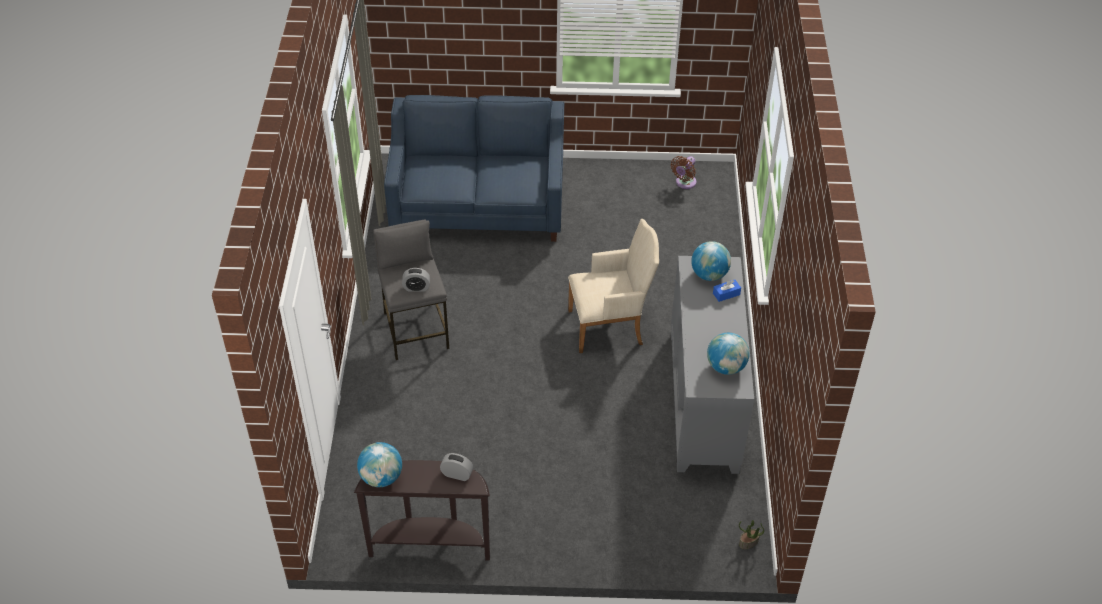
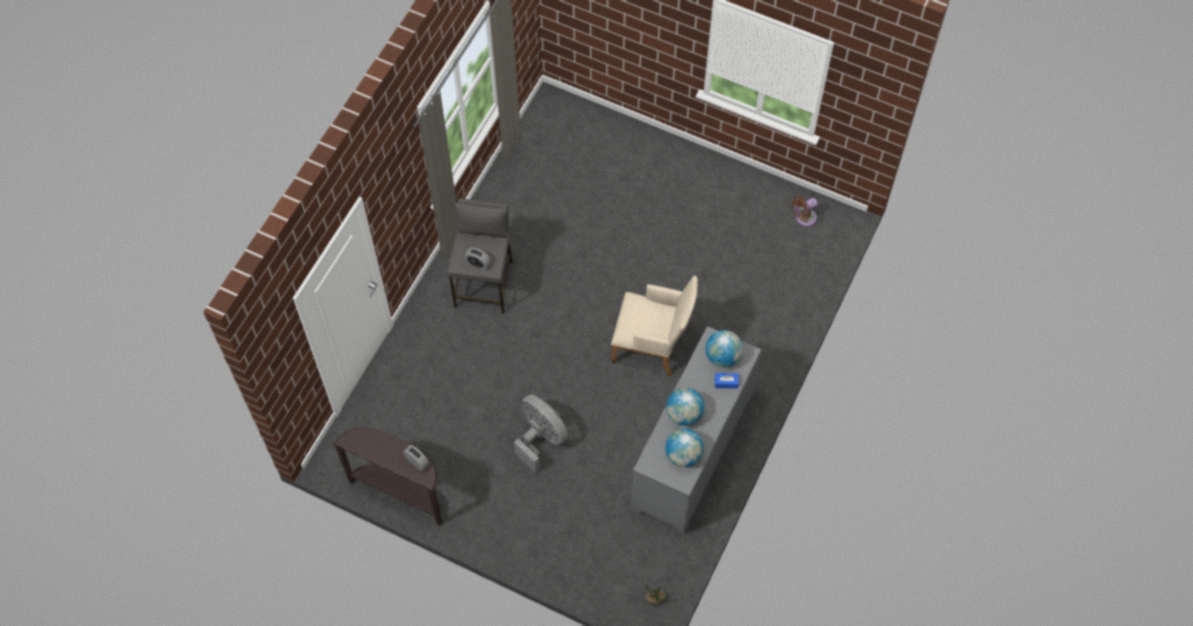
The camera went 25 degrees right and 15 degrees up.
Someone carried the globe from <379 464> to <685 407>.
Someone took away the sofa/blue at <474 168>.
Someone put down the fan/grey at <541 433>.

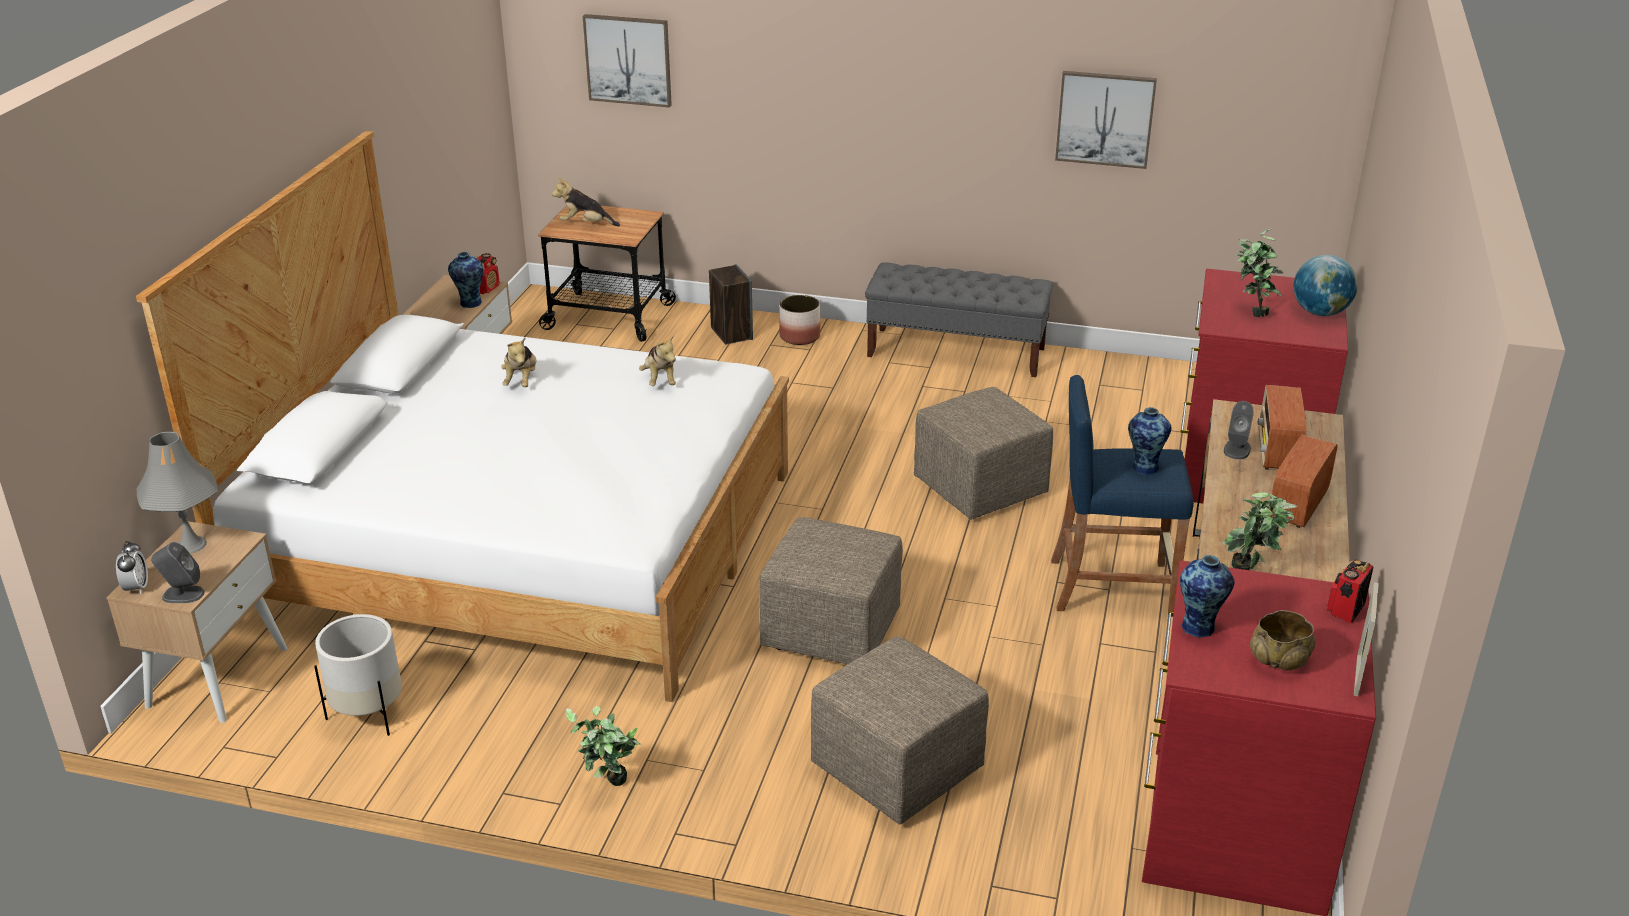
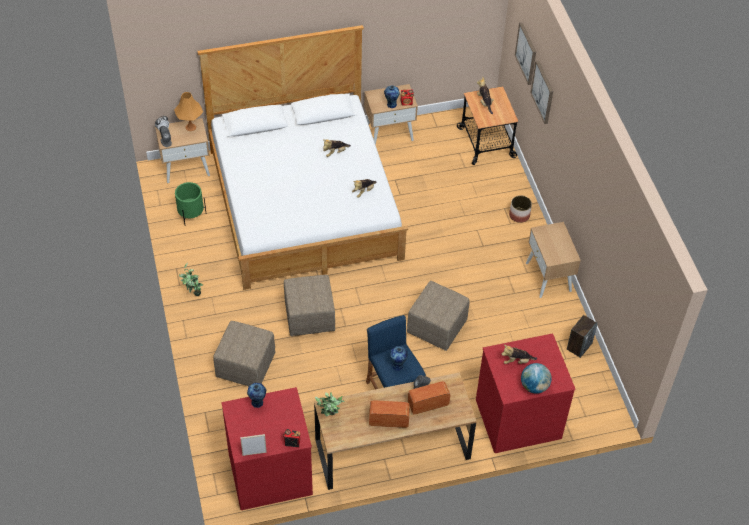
The camera went 60 degrees right and 20 degrees up.
Someone repainted the table lamp/grey at <177 492>, which became the table lamp/orange at <188 111>.
Someone repainted the planter/white at <358 675>, which became the planter/green at <190 204>.
Someone carried the speaker from <731 304> to <582 336>.
Someone swapped the bench/grey at <959 319> for the nightstand/beige at <553 260>.
Someone carried the picture from <1106 120> to <542 92>.
Someone swapped the potted plant at <1260 272> for the plush toy at <519 354>.
Someone took away the bowl/beige at <1282 640>.

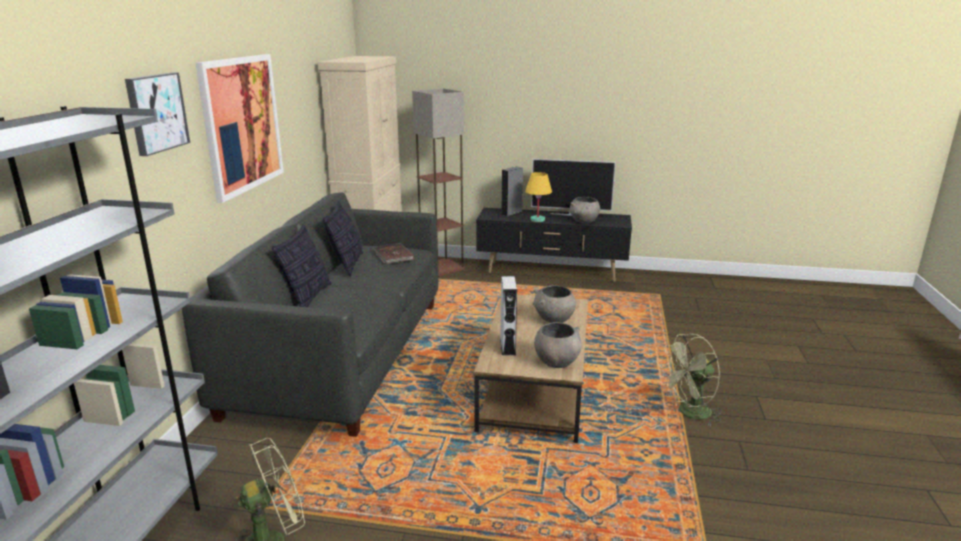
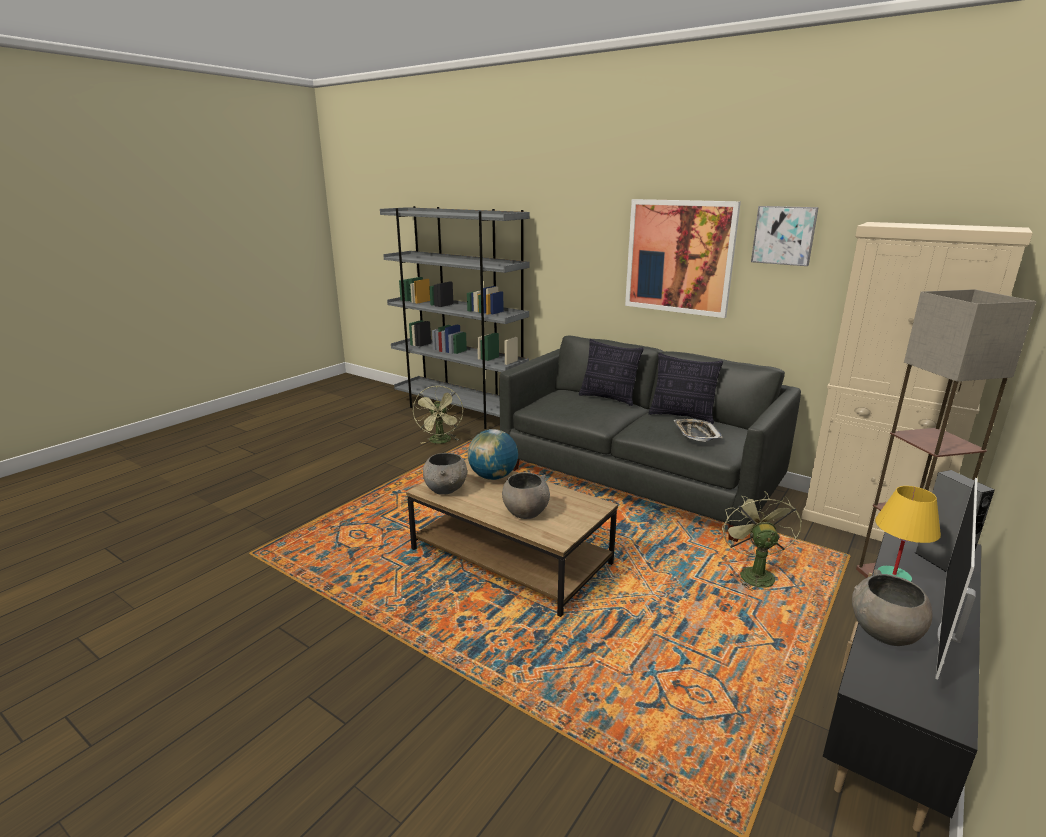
The camera went 115 degrees right and 0 degrees up.
Someone carried the picture from <157 114> to <785 236>.
Someone swapped the book/brown at <393 253> for the tray at <698 430>.
Someone swapped the speaker/grey at <508 316> for the globe at <493 454>.
Someone carried the fan/green from <691 380> to <762 541>.

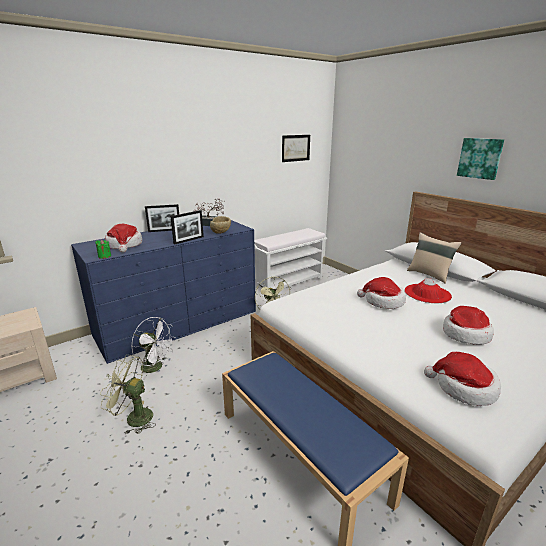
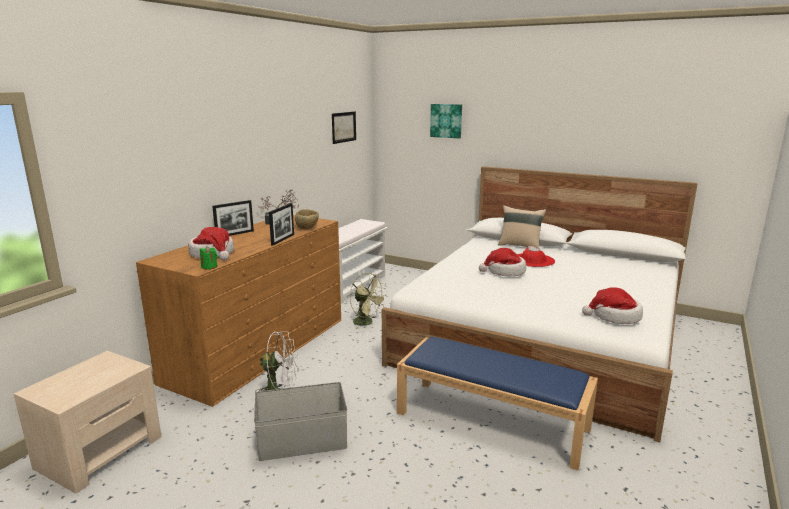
The camera went 25 degrees left and 5 degrees down.
Someone repainted the dresser/blue at <163 292>, which became the dresser/brown at <238 311>.
Someone swapped the fan/green at <128 394> for the storage box/grey at <300 421>.
Someone took away the hat at <468 325>.
Someone carried the picture from <480 159> to <446 121>.

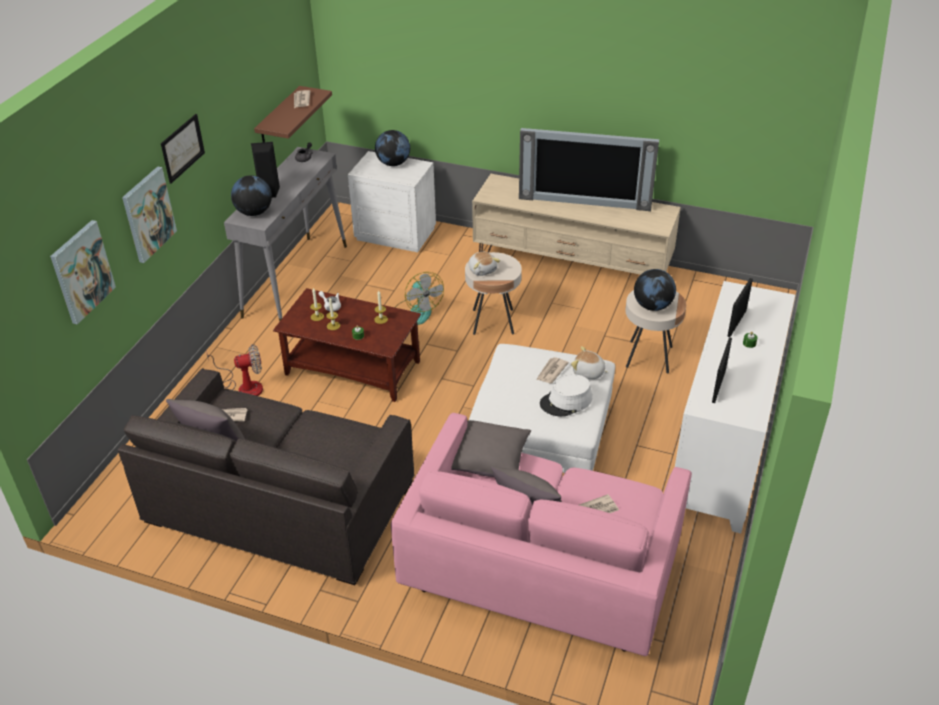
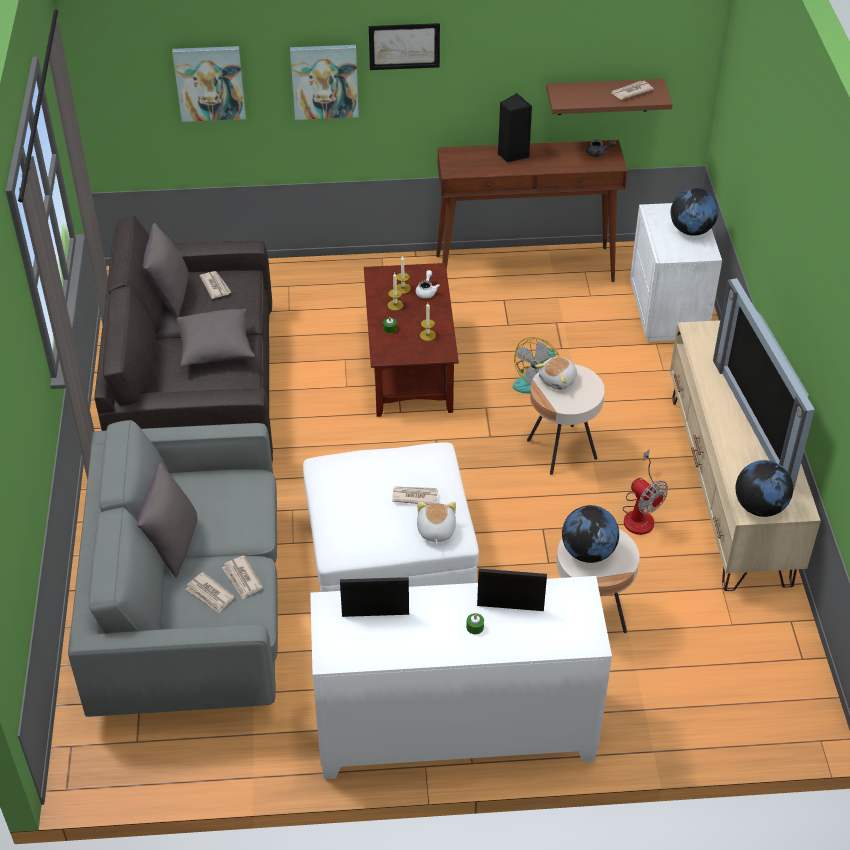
The camera went 65 degrees right and 5 degrees up.
Someone carried the fan from <234 370> to <645 492>.
Someone repainted the console table/grey at <285 234>, which became the console table/brown at <532 211>.
Someone carried the globe from <251 195> to <764 488>.
Someone repainted the sofa/pink at <541 534>, which became the sofa/grey at <173 568>.
Someone carried the pillow/grey from <491 448> to <216 338>.
Someone took away the hat/white at <566 395>.
Someone put down the newspaper at <242 577>.

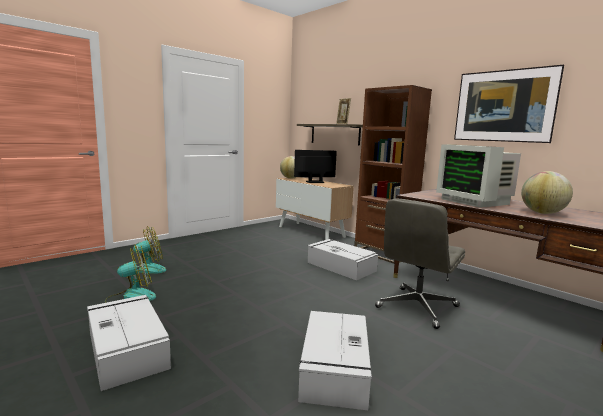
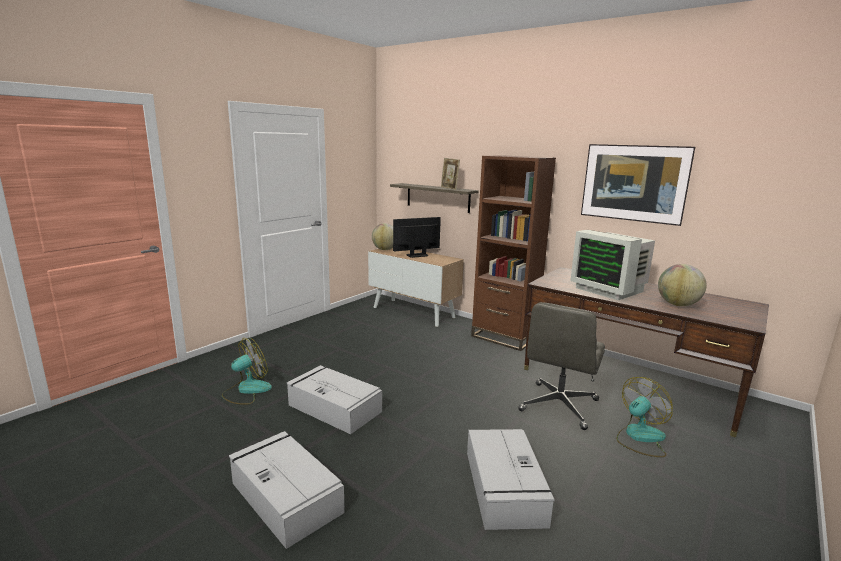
The camera went 10 degrees left and 5 degrees up.
Someone carried the fan from <130 274> to <645 417>.
Someone carried the storage box/grey from <343 260> to <334 399>.

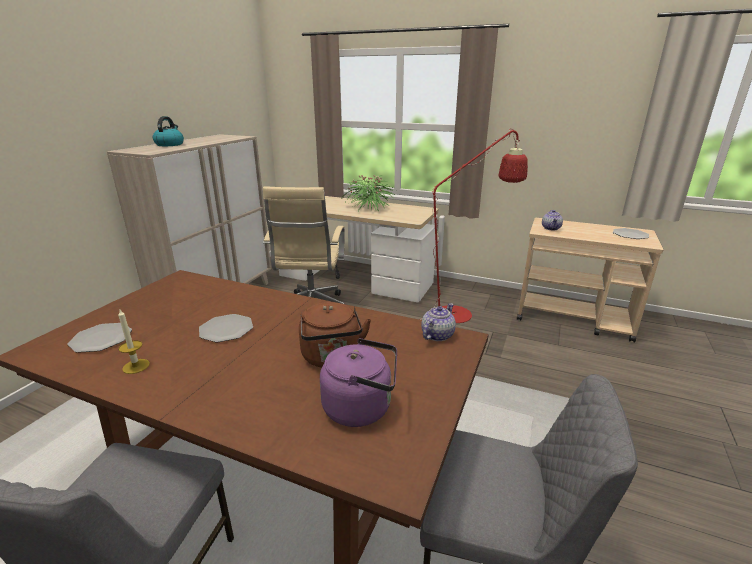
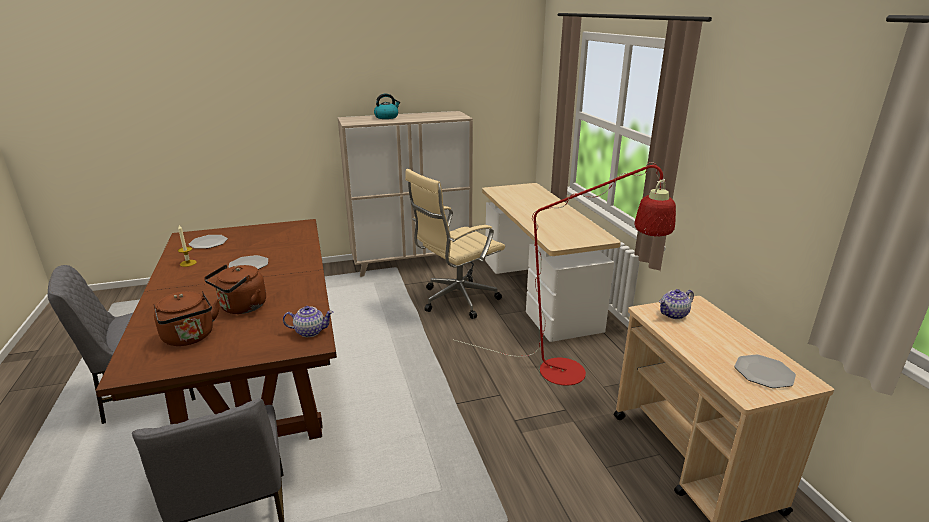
The camera went 50 degrees right and 0 degrees up.
Someone repainted the kettle/purple at <358 382>, which became the kettle/brown at <186 318>.
Someone took away the potted plant at <368 193>.

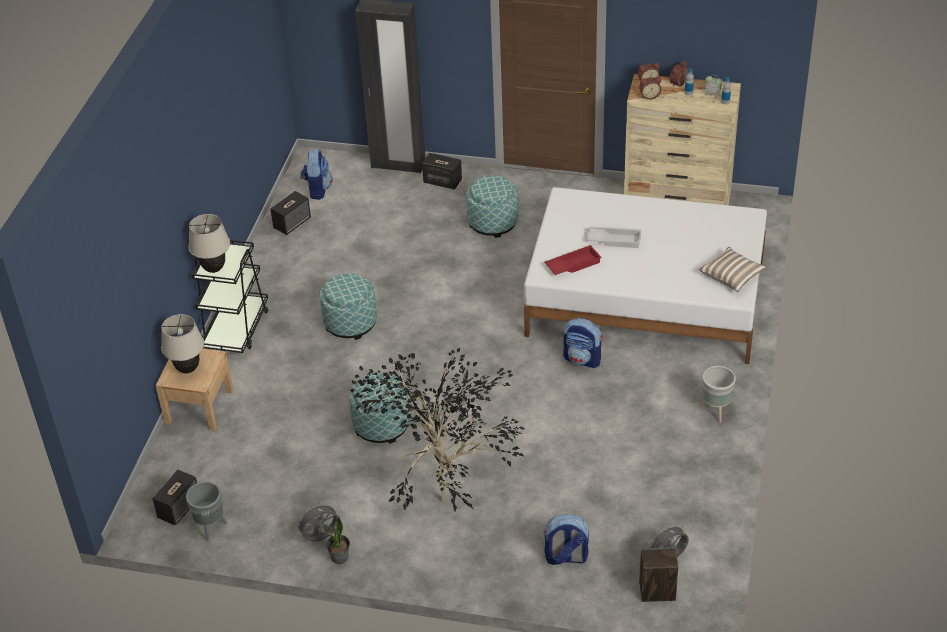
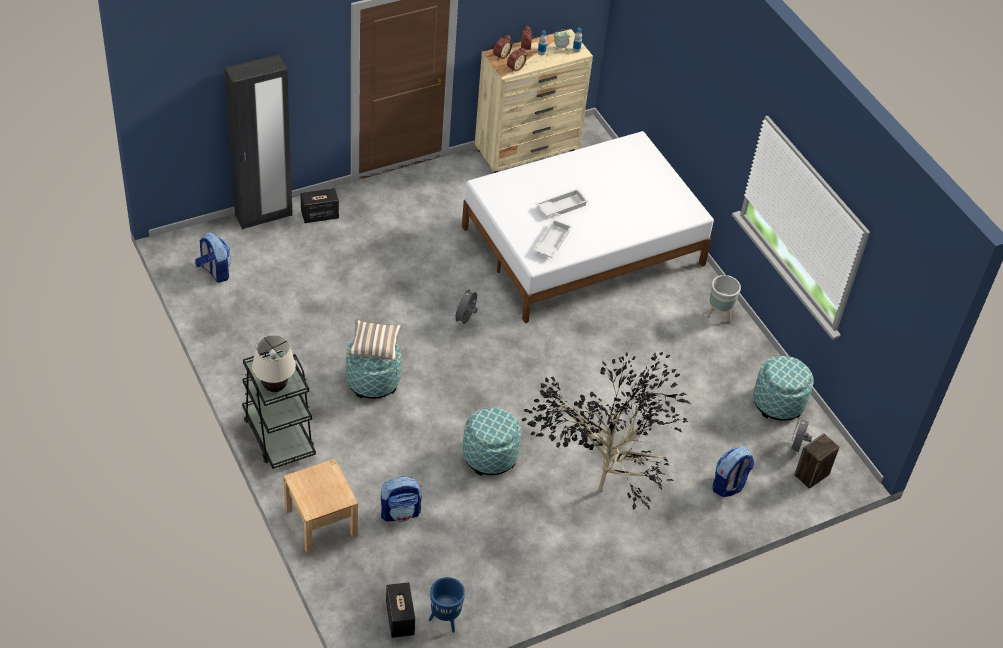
The camera went 45 degrees left and 5 degrees up.
Someone took away the table lamp/beige at <182 343>.
Someone repainted the planter/grey at <206 511>, which became the planter/blue at <447 605>.
Someone took away the speaker at <290 213>.
Someone carried the fan/grey from <317 522> to <465 305>.
Someone took away the potted plant at <337 540>.
Someone carried the ottoman from <492 206> to <783 388>.
Someone repainted the tray/red at <573 260>, which became the tray/white at <552 238>.
Someone carried the backpack from <582 343> to <401 499>.
Someone carried the pillow from <733 269> to <374 340>.

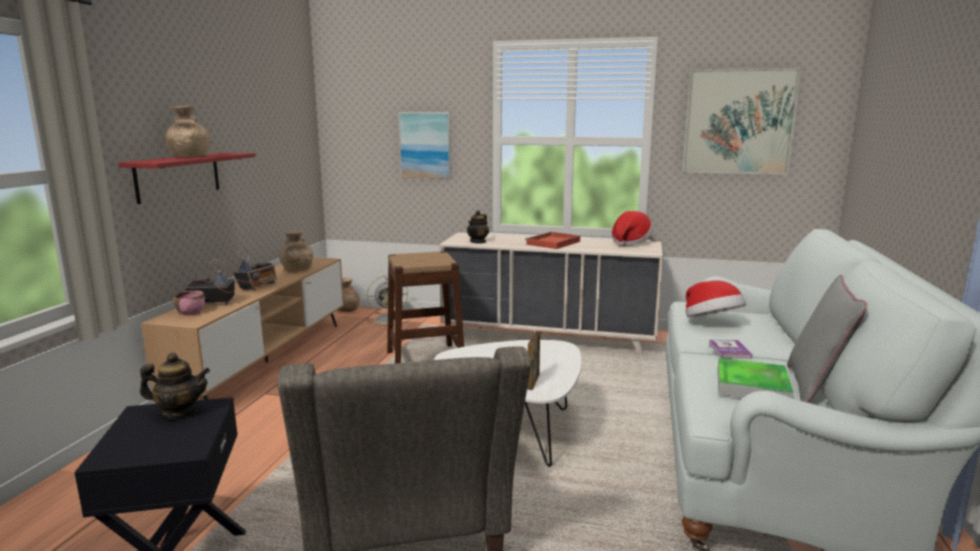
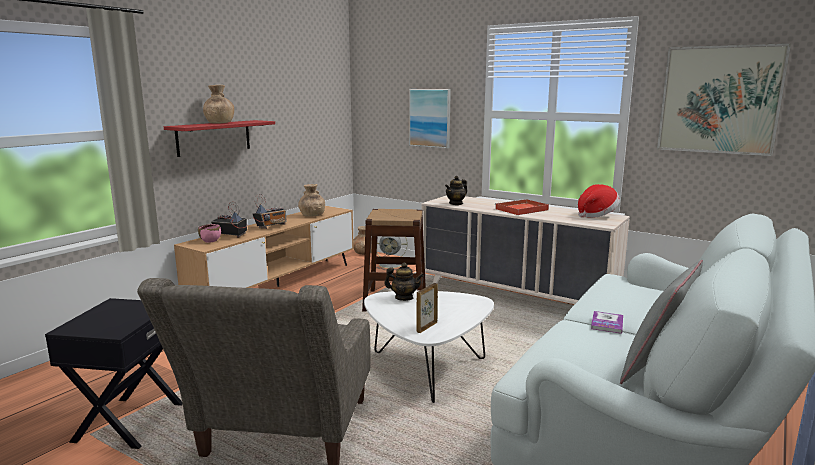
The camera went 20 degrees right and 0 degrees up.
Someone carried the teapot from <175 386> to <404 282>.
Someone took away the hat at <716 298>.
Someone took away the tray at <755 378>.

